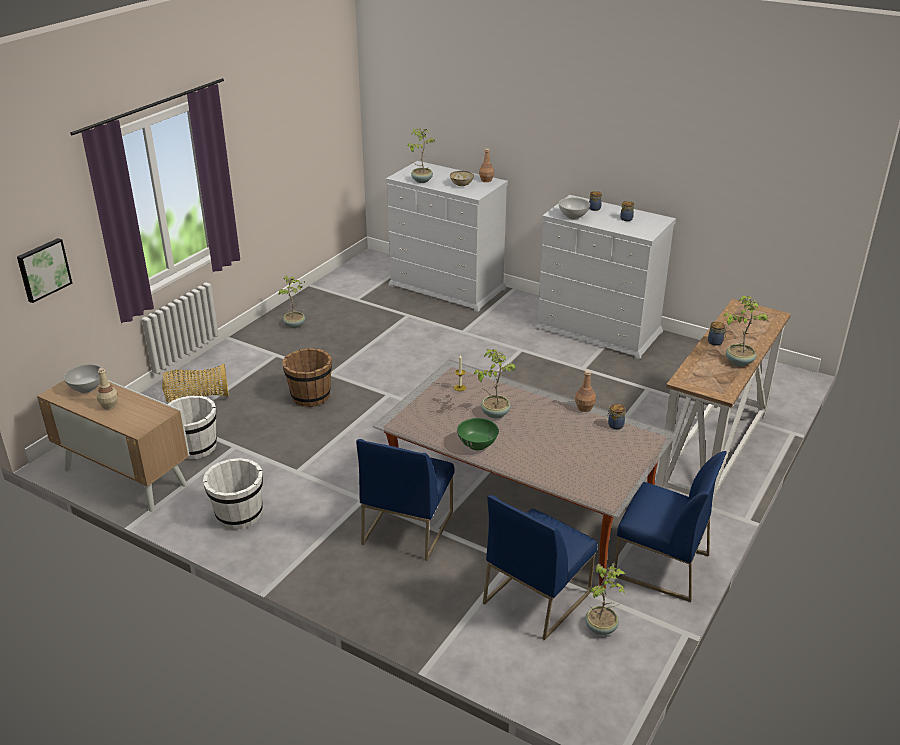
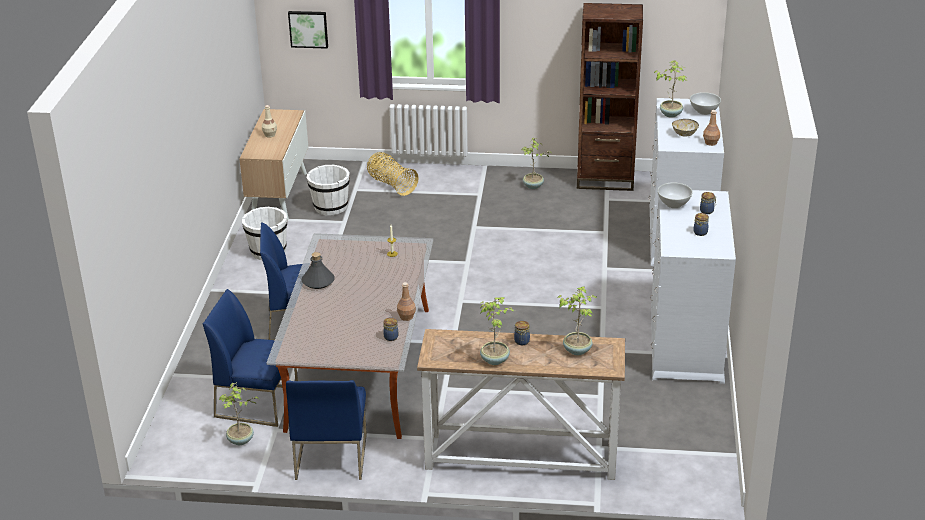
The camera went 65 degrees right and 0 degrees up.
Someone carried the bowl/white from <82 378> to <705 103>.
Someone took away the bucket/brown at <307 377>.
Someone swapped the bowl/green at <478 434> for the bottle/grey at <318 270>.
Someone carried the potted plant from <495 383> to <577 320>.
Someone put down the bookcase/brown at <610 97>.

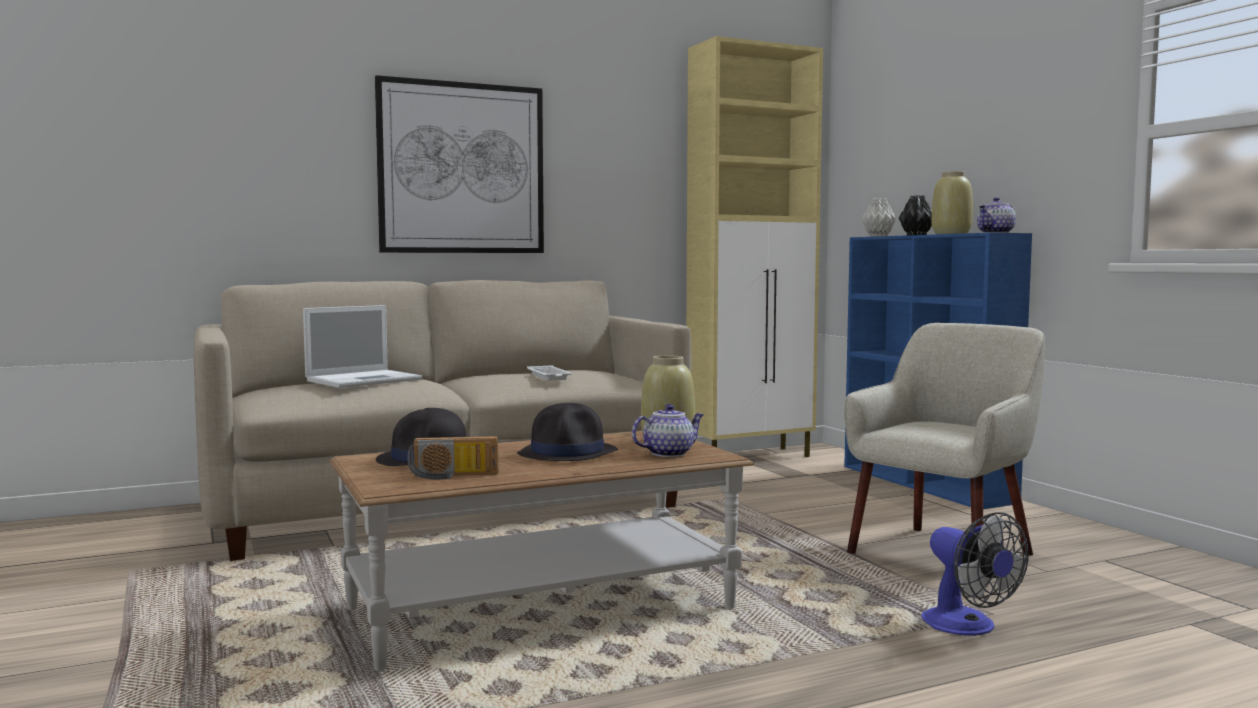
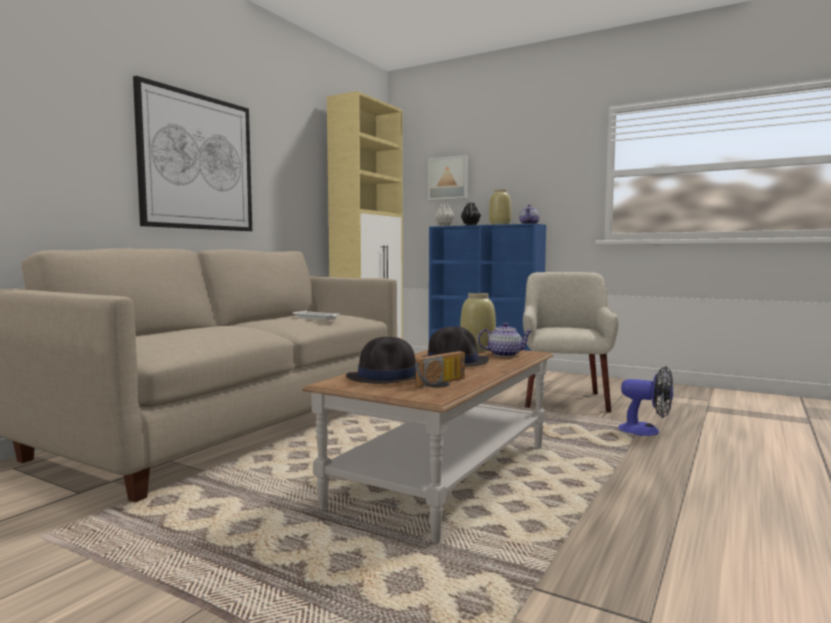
The camera went 35 degrees left and 0 degrees up.
Someone took away the laptop at <362 346>.
Someone rotated the teapot at <668 430> by 60 degrees clockwise.
Someone put up the picture at <448 177>.

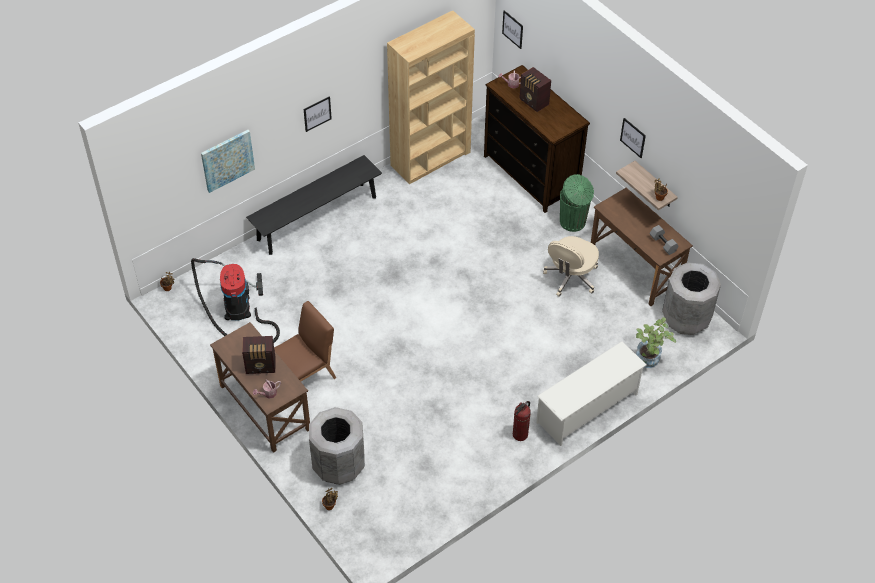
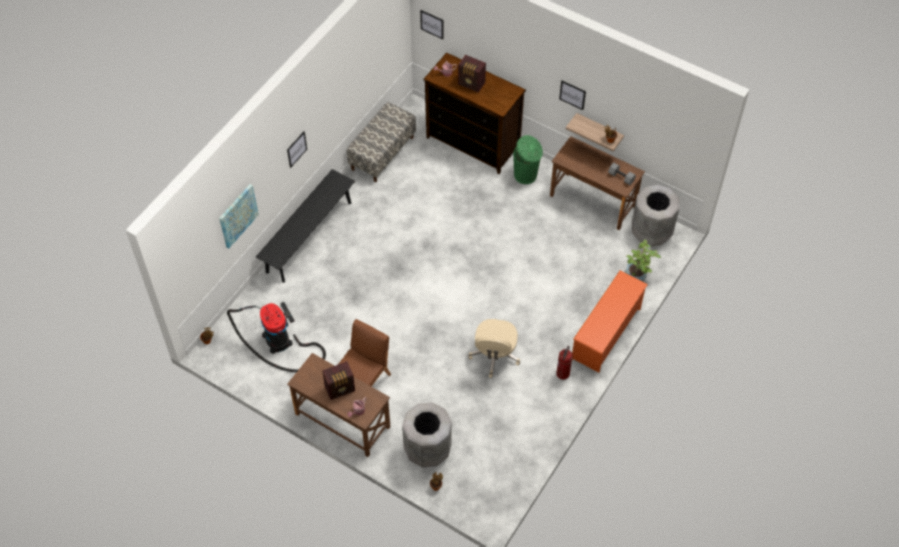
The camera went 20 degrees left and 5 degrees up.
Someone swapped the bookcase/brown at <431 97> for the bench at <381 142>.
Someone repainted the shoe rack/white at <591 393>, which became the shoe rack/orange at <610 322>.
Someone carried the office chair/beige from <571 266> to <494 348>.

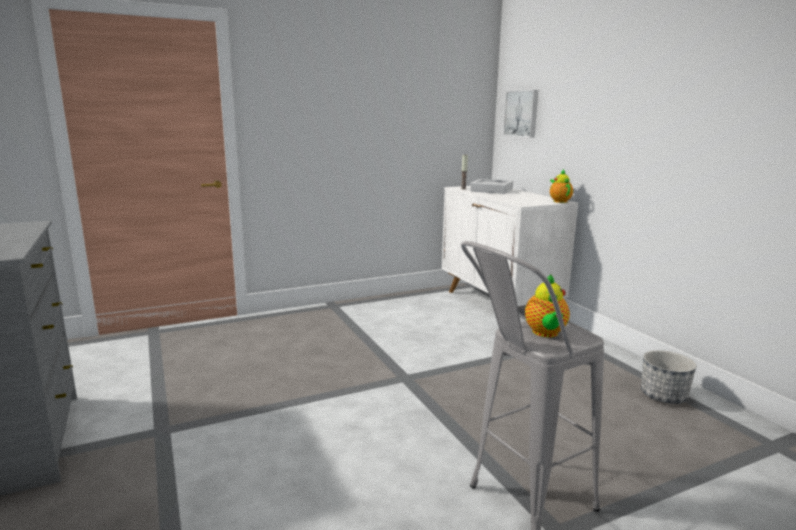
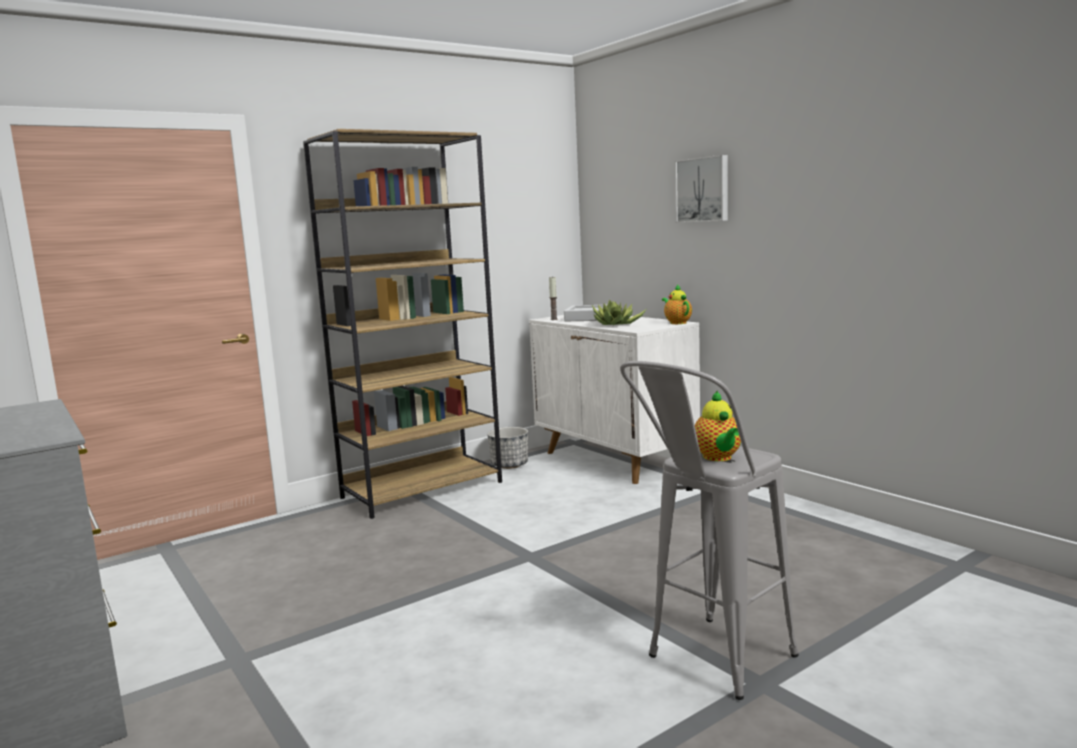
The camera went 10 degrees left and 5 degrees down.
Someone carried the picture from <520 114> to <701 189>.
Someone carried the planter from <668 377> to <507 448>.
Someone put down the bookcase/brown at <402 324>.
Someone put down the potted plant at <619 312>.

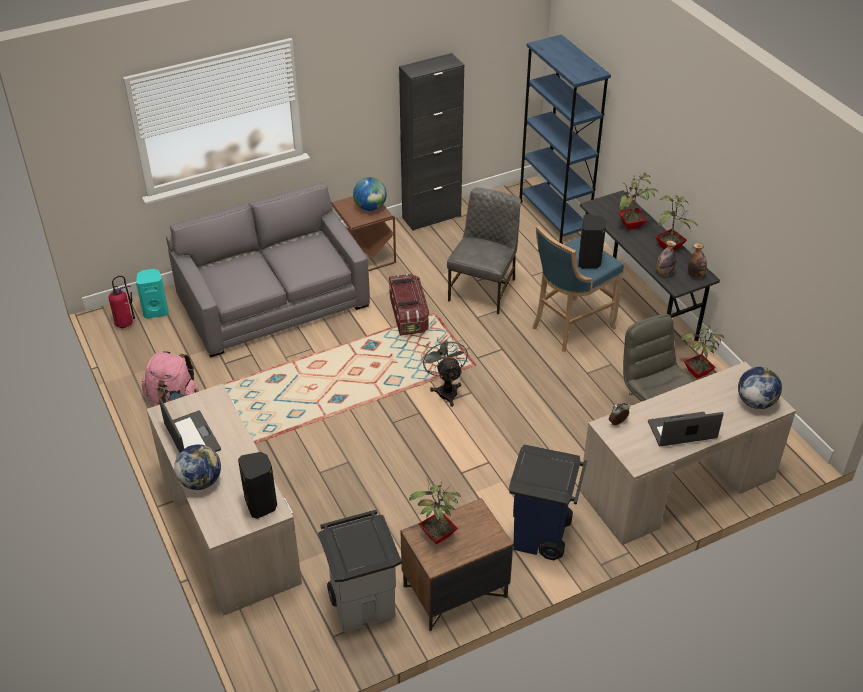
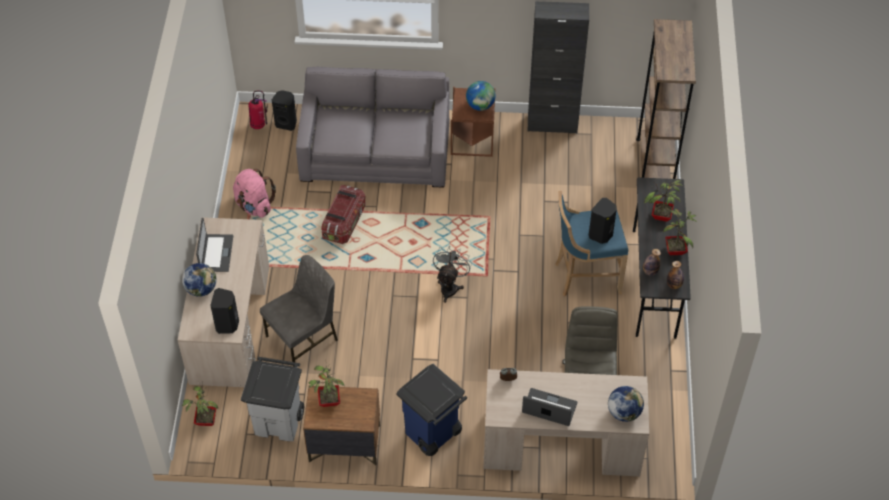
The camera went 30 degrees right and 10 degrees up.
Someone repainted the speaker/turquoise at <152 294>, which became the speaker/black at <284 110>.
Someone carried the storage box from <409 305> to <343 214>.
Someone carried the chair/grey from <484 251> to <299 311>.
Someone repainted the bookcase/blue at <565 139>, which became the bookcase/brown at <666 99>.
Someone carried the potted plant from <702 350> to <199 403>.

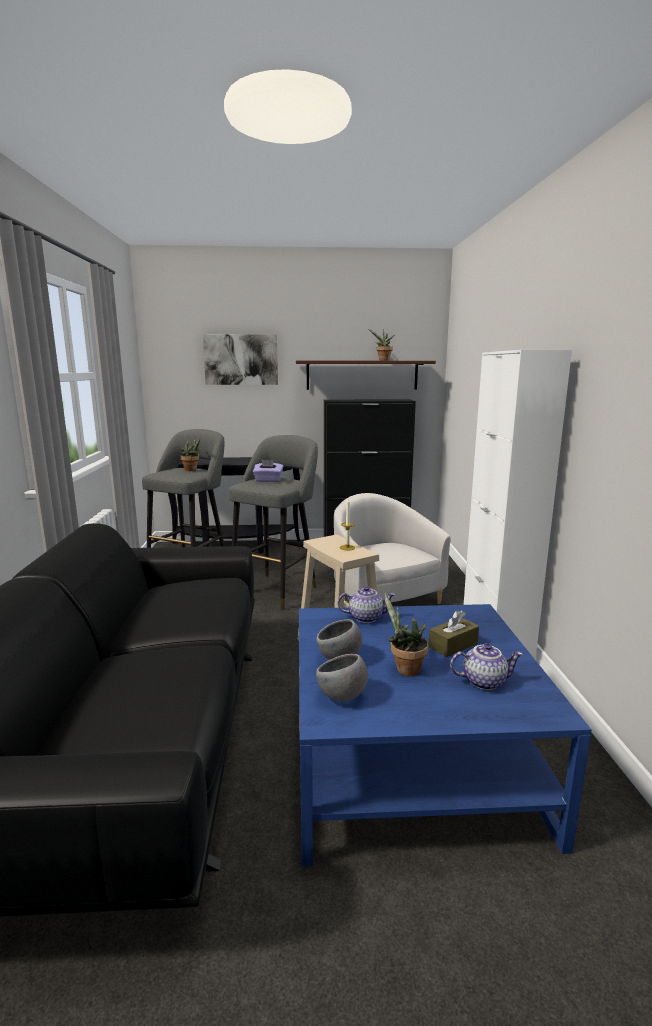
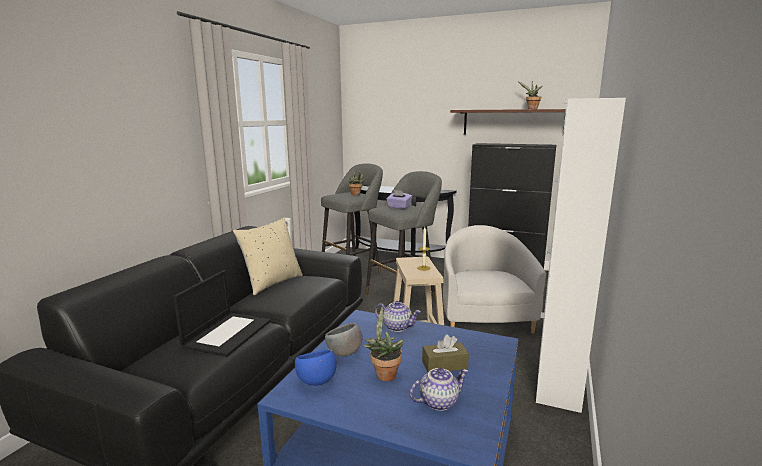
The camera went 25 degrees right and 0 degrees up.
Someone took away the picture at <240 359>.
Someone repainted the bowl/grey at <342 677>, which became the bowl/blue at <315 367>.
Someone rotated the teapot at <486 666> by 45 degrees counterclockwise.
Someone put down the laptop at <222 313>.
Someone put down the pillow/beige at <268 256>.

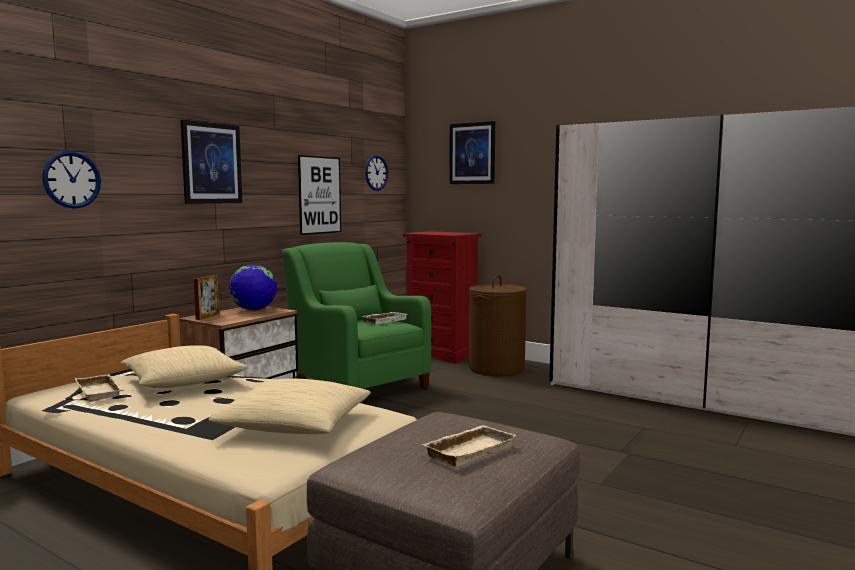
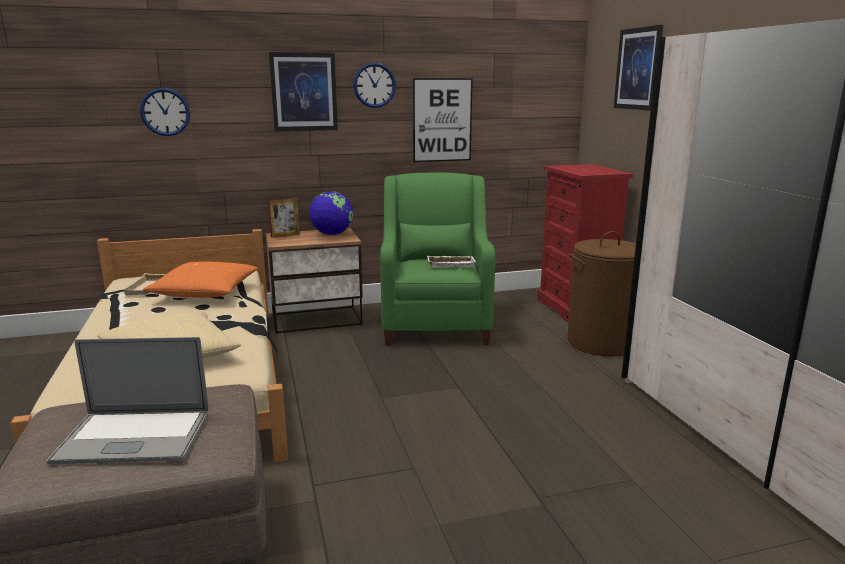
The camera went 40 degrees right and 10 degrees up.
Someone repainted the pillow/beige at <184 366>, which became the pillow/orange at <200 280>.
Someone carried the wall clock from <376 173> to <374 85>.
Someone swapped the tray/beige at <469 446> for the laptop at <128 400>.

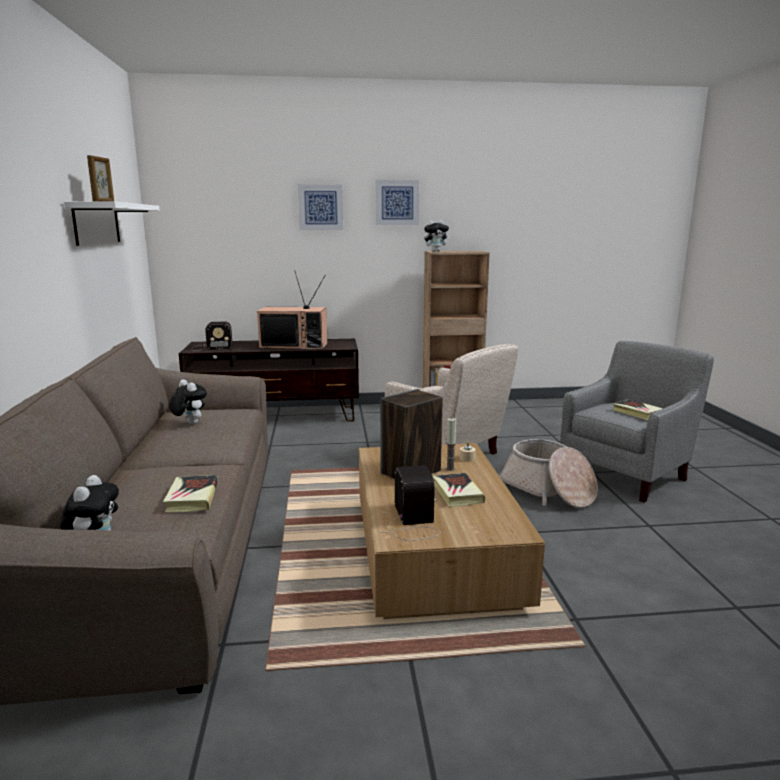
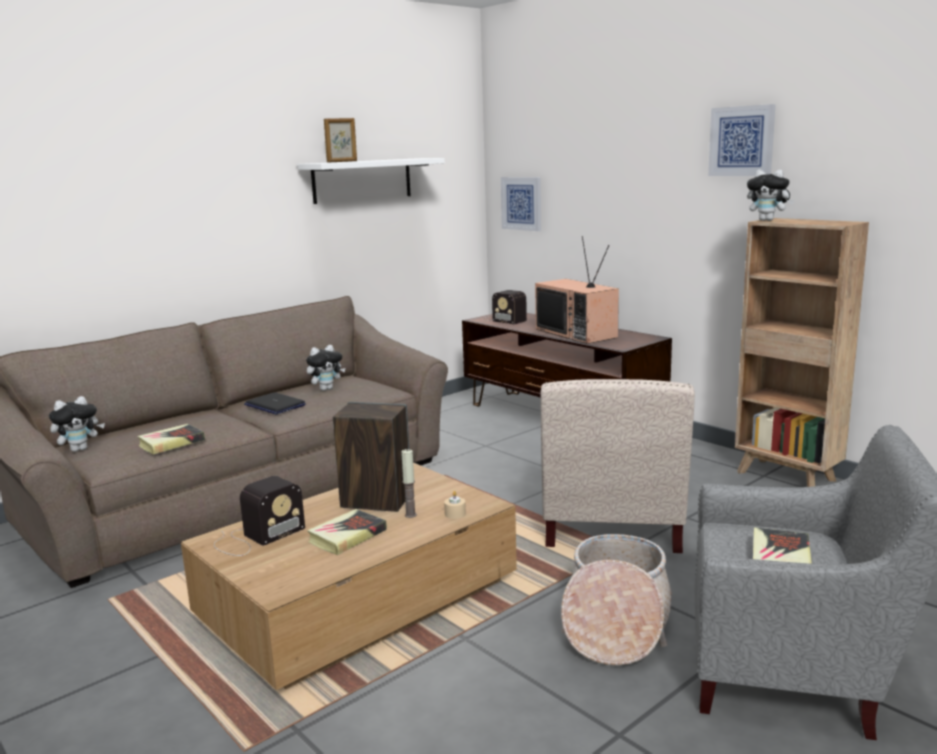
The camera went 55 degrees right and 0 degrees up.
Someone rotated the plush toy at <188 402> by 45 degrees clockwise.
Someone carried the picture from <320 207> to <521 204>.
Someone put down the laptop at <275 403>.

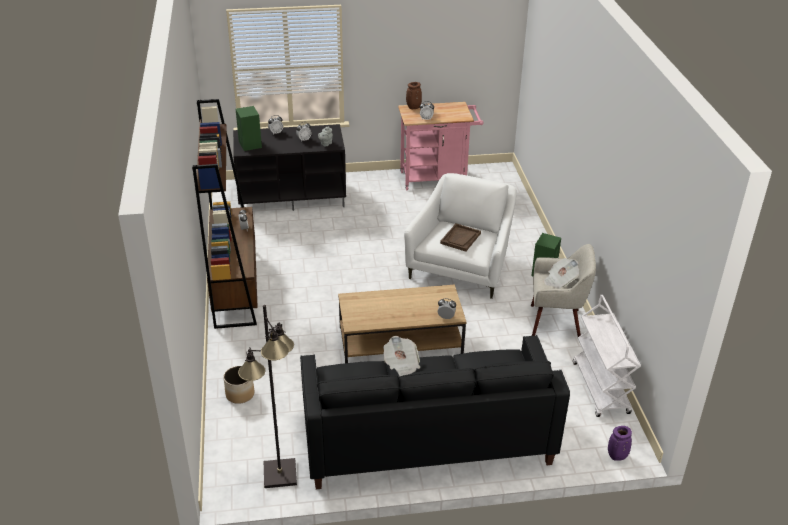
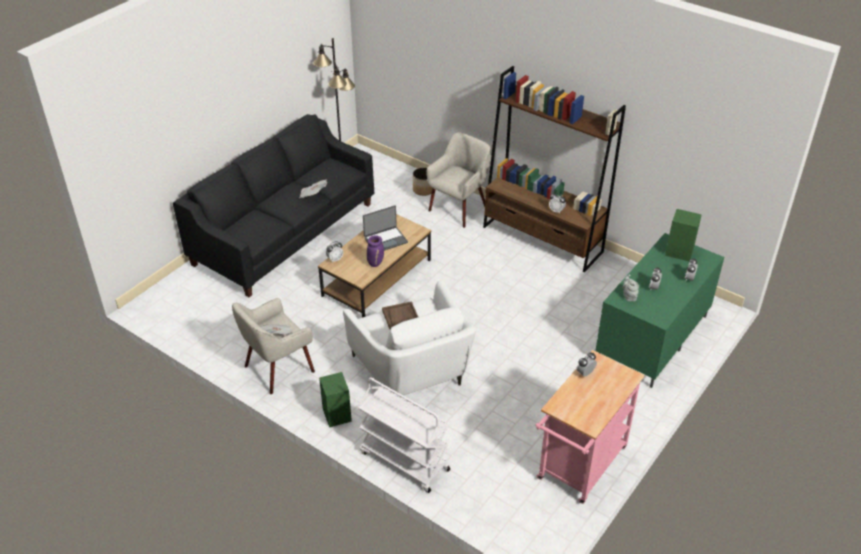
The camera went 135 degrees right and 5 degrees up.
Someone repainted the tv stand/black at <289 167>, which became the tv stand/green at <659 310>.
Someone took away the vase/brown at <414 95>.
Someone carried the cart/white from <607 356> to <404 435>.
Someone carried the vase/purple from <620 443> to <375 251>.
Someone put down the laptop at <385 228>.
Someone put down the armchair/beige at <459 180>.

